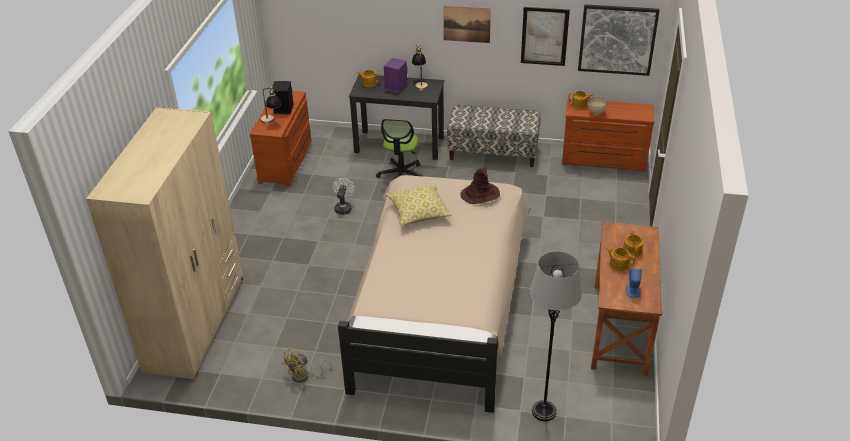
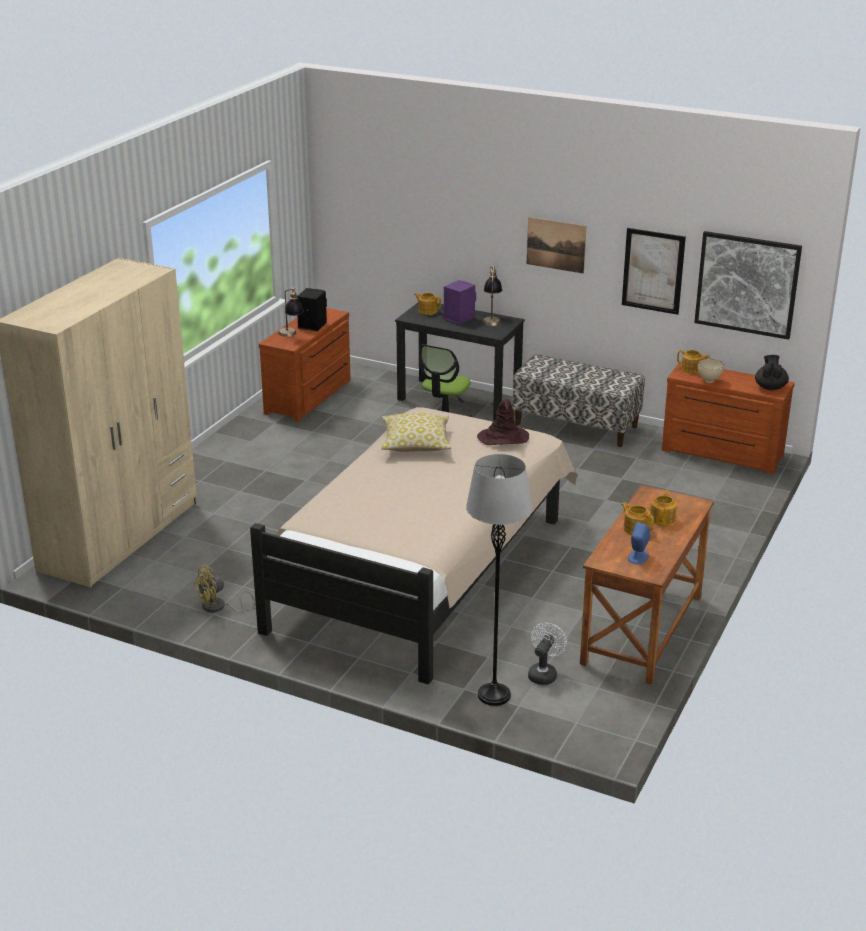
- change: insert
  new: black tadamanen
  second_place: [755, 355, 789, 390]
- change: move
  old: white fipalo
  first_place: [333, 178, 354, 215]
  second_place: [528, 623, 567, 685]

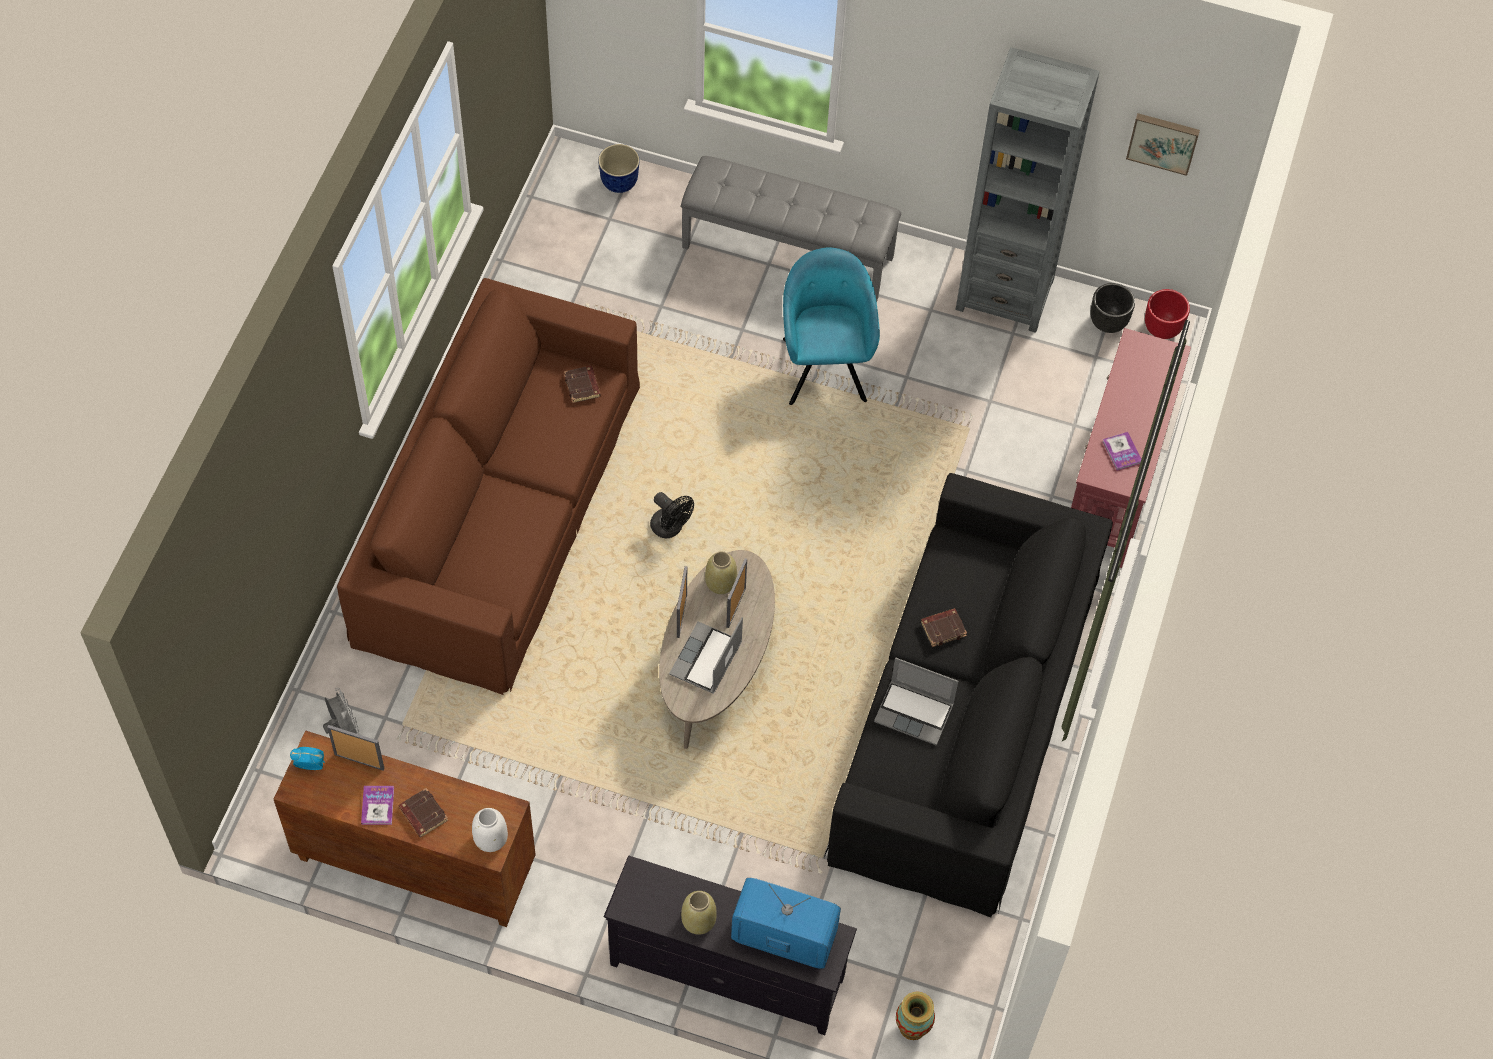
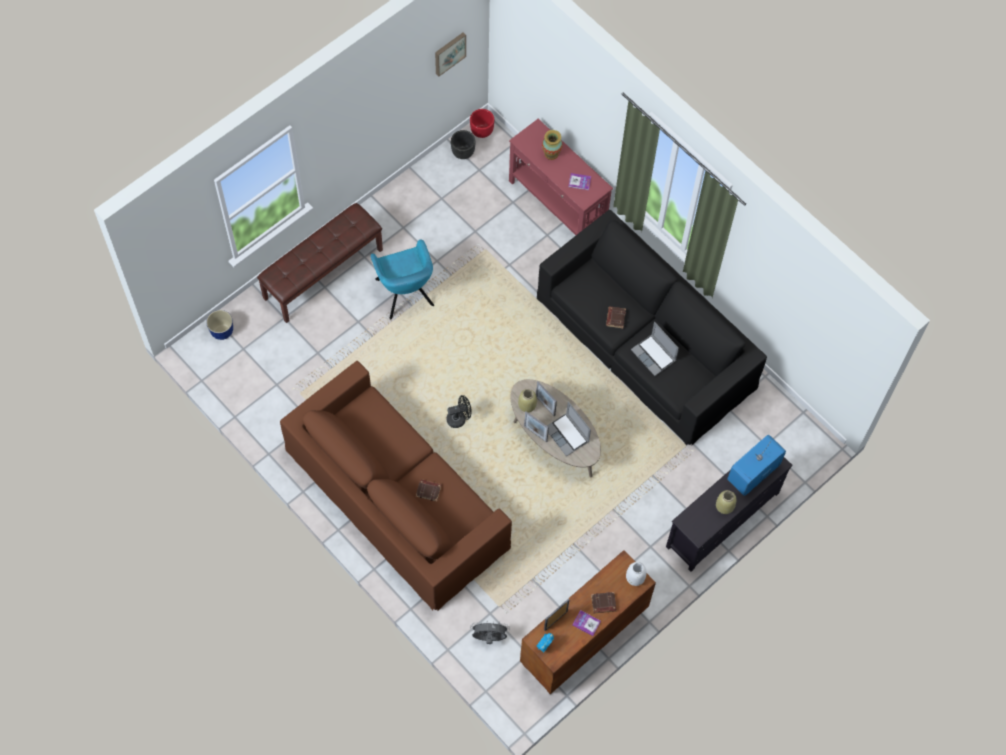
- change: delete
  old: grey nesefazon
  first_place: [956, 47, 1100, 333]
- change: move
  old: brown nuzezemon
  first_place: [564, 366, 601, 403]
  second_place: [416, 479, 442, 502]
- change: move
  old: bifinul
  first_place: [896, 992, 935, 1040]
  second_place: [542, 130, 562, 160]
- change: recolor
  old: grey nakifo
  new: brown nakifo
  first_place: [681, 156, 901, 302]
  second_place: [257, 203, 383, 323]
- change: rotate
  old: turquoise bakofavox
  first_place: [783, 248, 880, 405]
  second_place: [371, 240, 434, 320]
  degrees: -135
- change: rotate
  old: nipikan
  first_place: [874, 658, 958, 745]
  second_place: [631, 322, 679, 376]
  degrees: 90

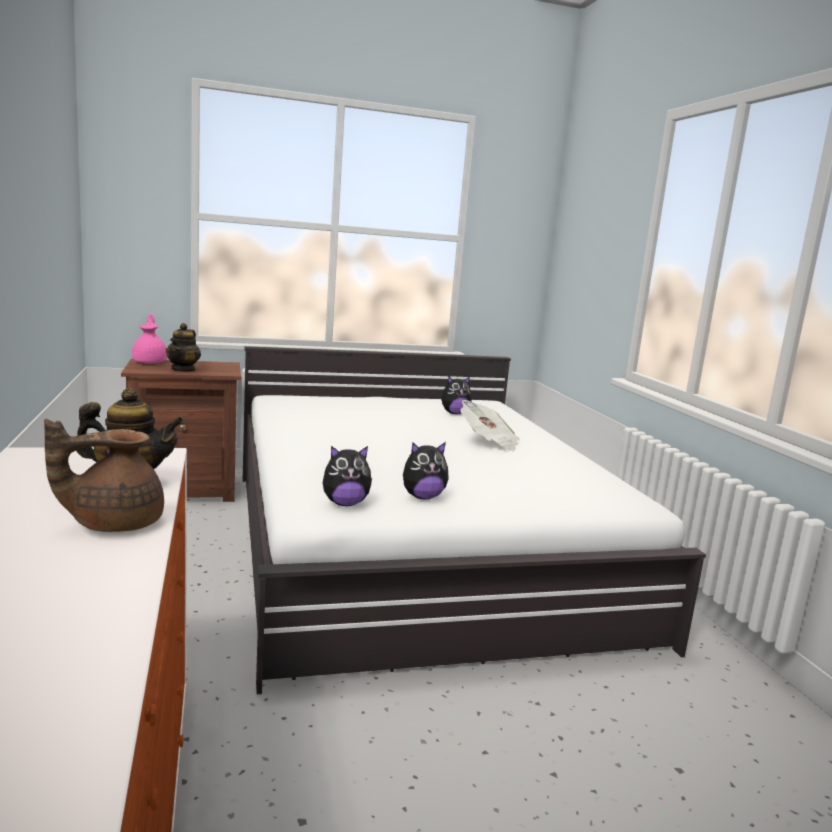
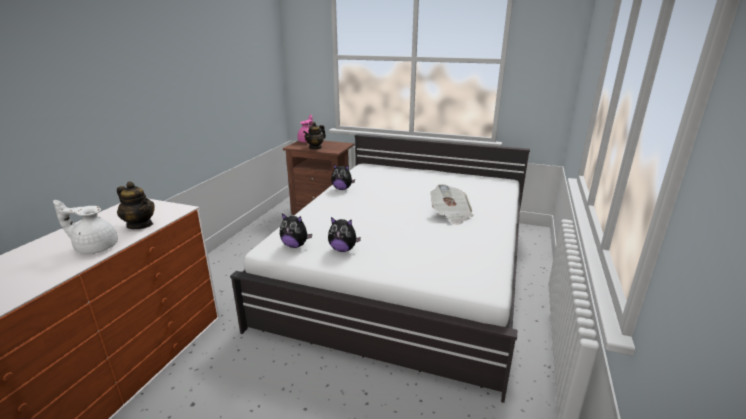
- change: move
  old: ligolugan
  first_place: [441, 376, 472, 414]
  second_place: [331, 165, 355, 190]
- change: recolor
  old: brown tadamanen
  new: white tadamanen
  first_place: [44, 419, 164, 532]
  second_place: [53, 200, 118, 254]

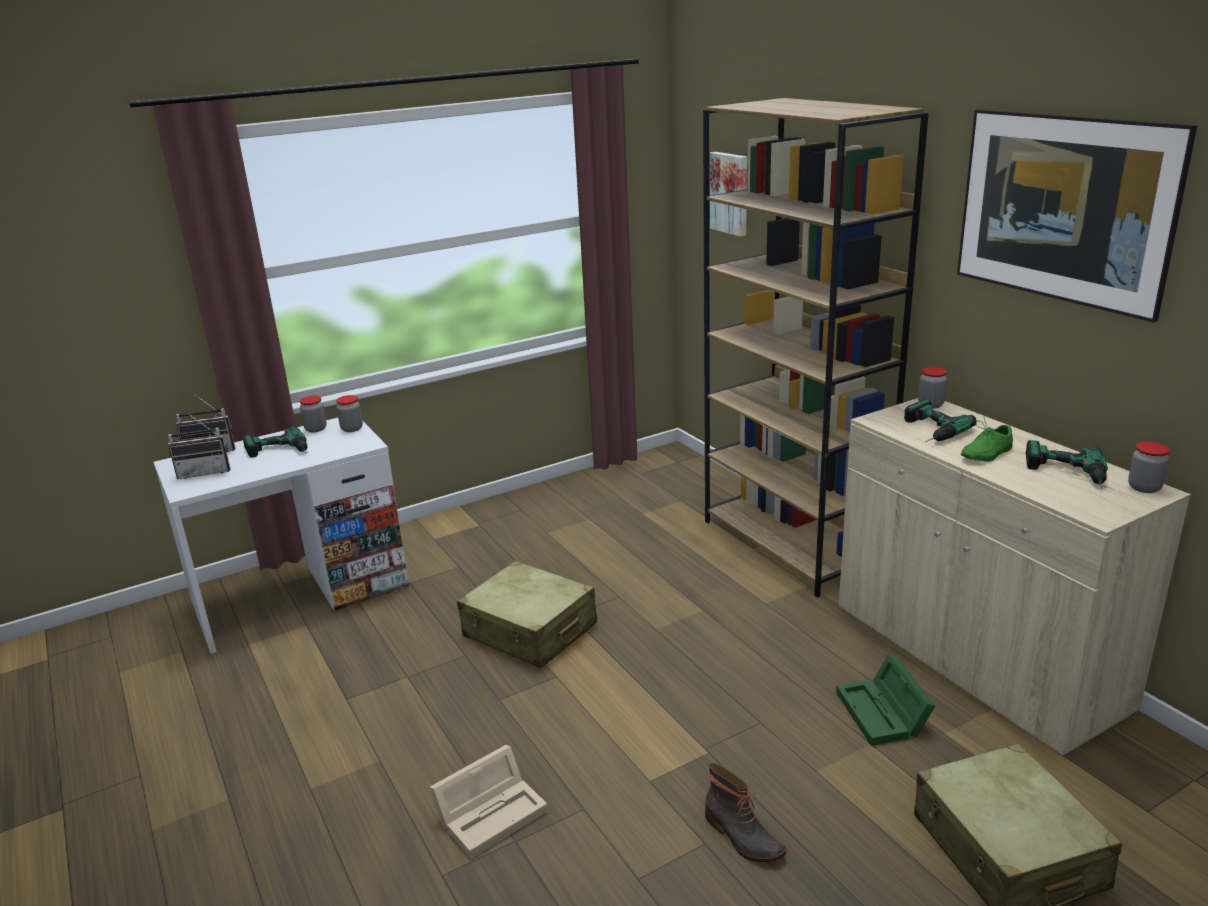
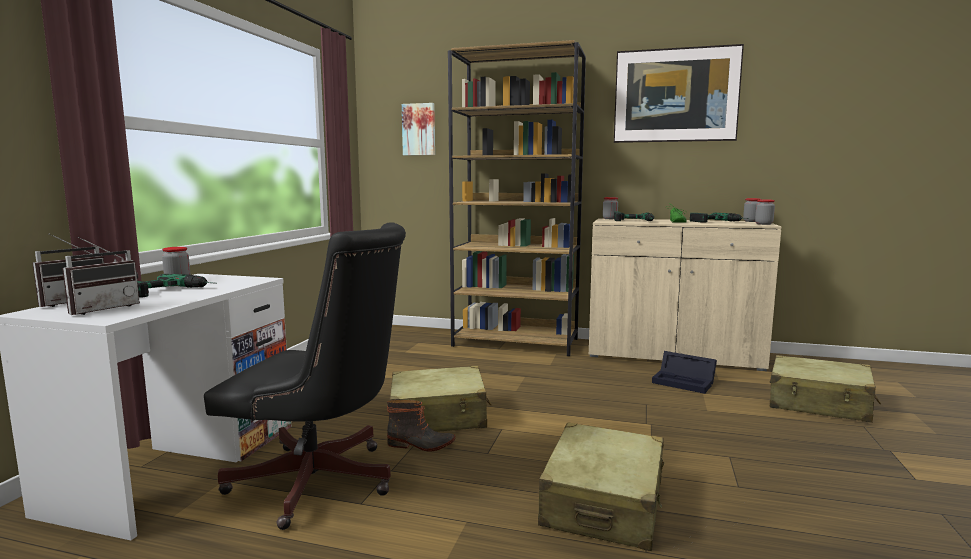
- change: insert
  new: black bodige
  second_place: [204, 222, 406, 530]
- change: move
  old: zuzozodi
  first_place: [336, 395, 363, 432]
  second_place: [755, 199, 775, 225]
- change: move
  old: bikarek
  first_place: [705, 763, 786, 862]
  second_place: [387, 400, 455, 452]
- change: replace
  old: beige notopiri
  new: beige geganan
  first_place: [430, 745, 548, 859]
  second_place: [538, 422, 665, 551]
- change: recolor
  old: green notopiri
  new: black notopiri
  first_place: [836, 654, 936, 746]
  second_place: [652, 351, 717, 394]

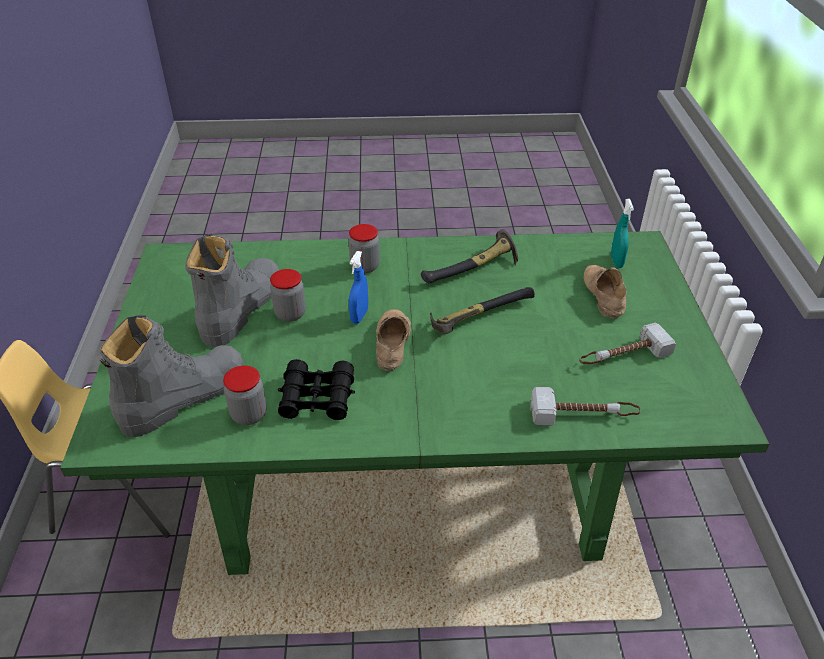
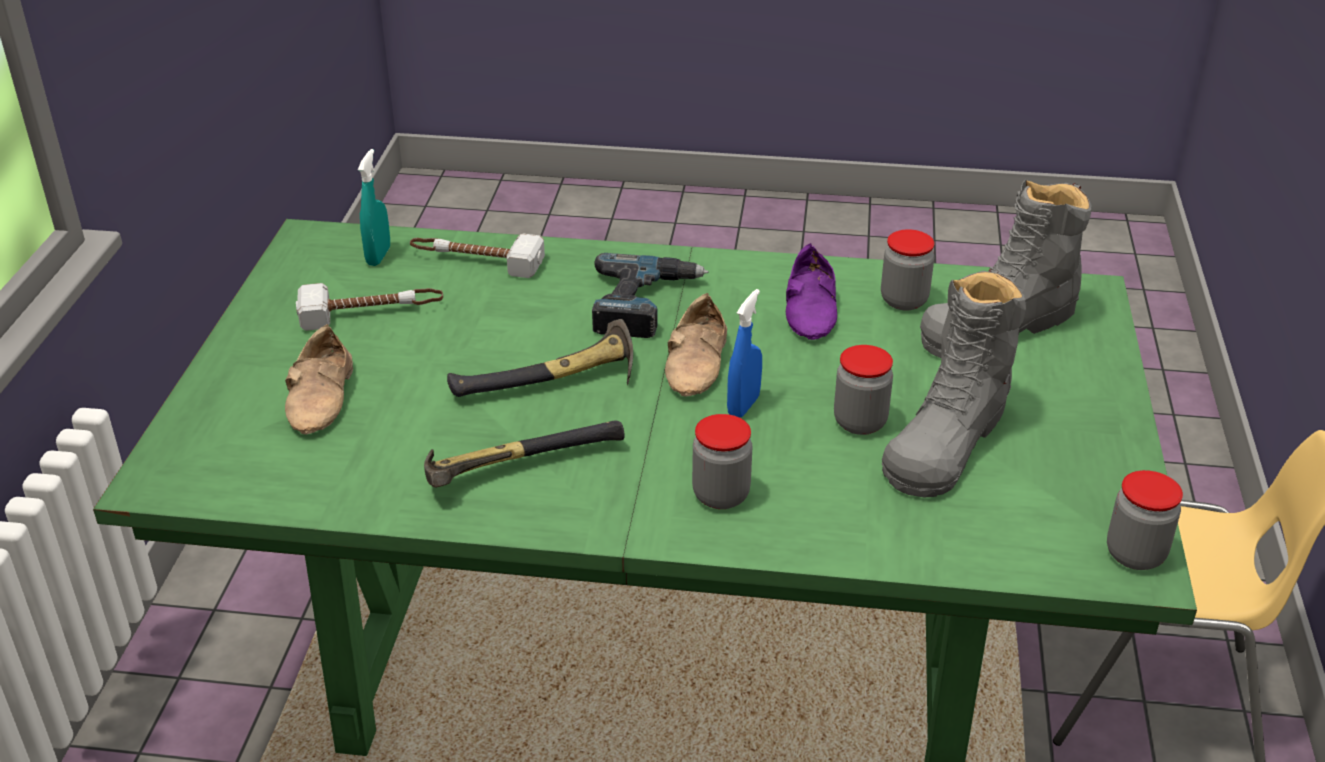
- change: insert
  new: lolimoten
  second_place: [592, 253, 708, 338]
- change: insert
  new: zuzozodi
  second_place: [1107, 470, 1183, 570]
- change: move
  old: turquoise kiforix
  first_place: [611, 199, 634, 268]
  second_place: [358, 149, 390, 266]
- change: replace
  old: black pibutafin
  new: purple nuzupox
  first_place: [278, 359, 355, 420]
  second_place: [786, 243, 837, 340]

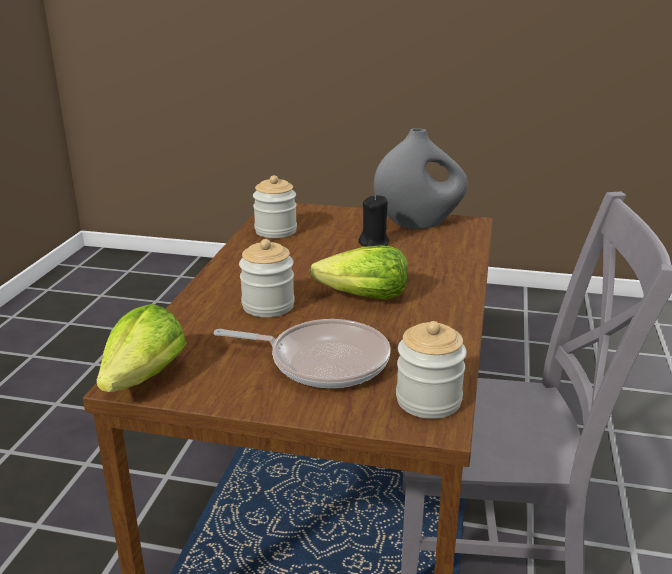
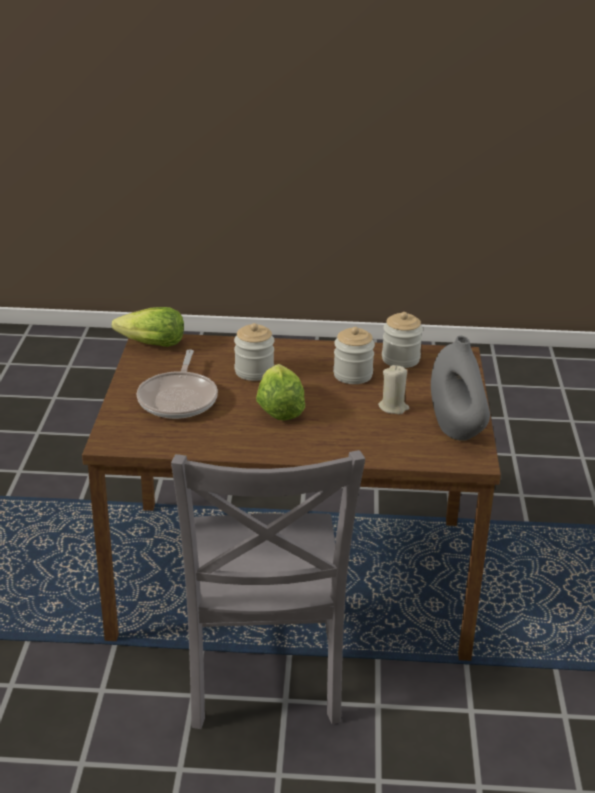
- change: move
  old: zuzozodi
  first_place: [396, 321, 467, 419]
  second_place: [333, 327, 375, 384]
- change: recolor
  old: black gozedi
  new: beige gozedi
  first_place: [358, 195, 389, 247]
  second_place: [378, 365, 409, 414]

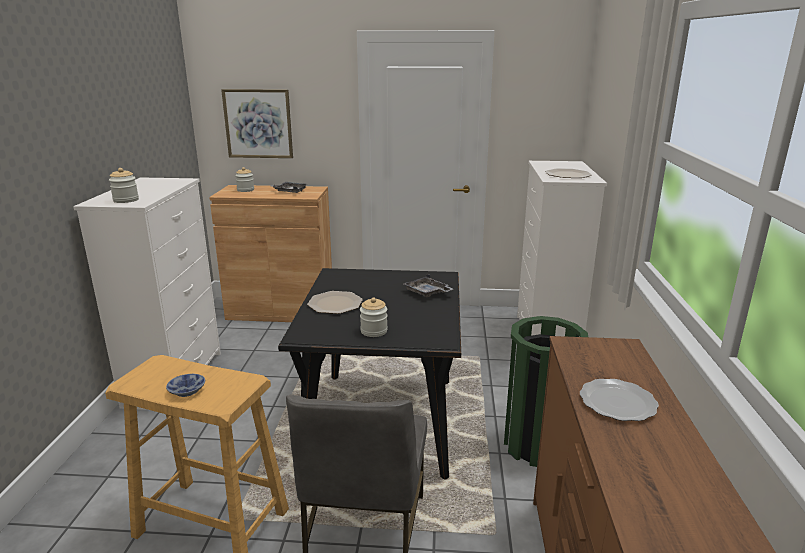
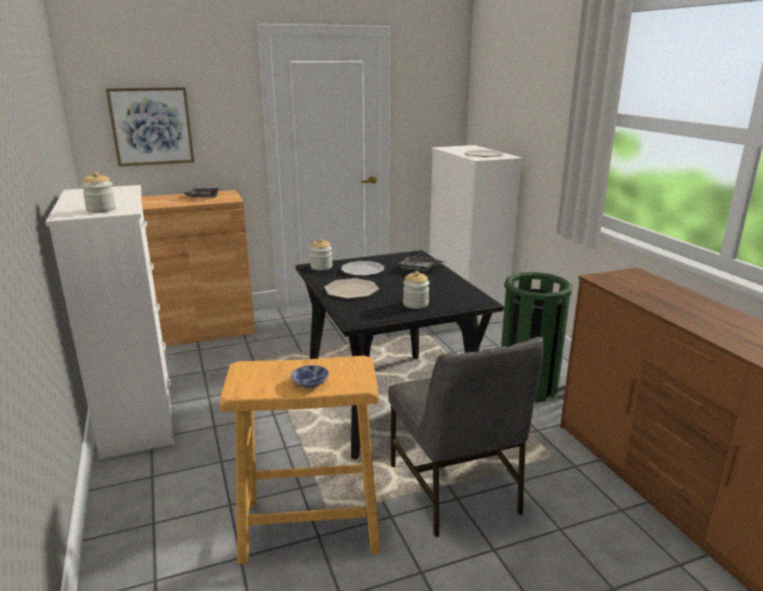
- change: move
  old: zuzozodi
  first_place: [235, 167, 254, 192]
  second_place: [310, 238, 332, 270]
- change: move
  old: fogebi
  first_place: [580, 379, 659, 421]
  second_place: [341, 261, 385, 276]

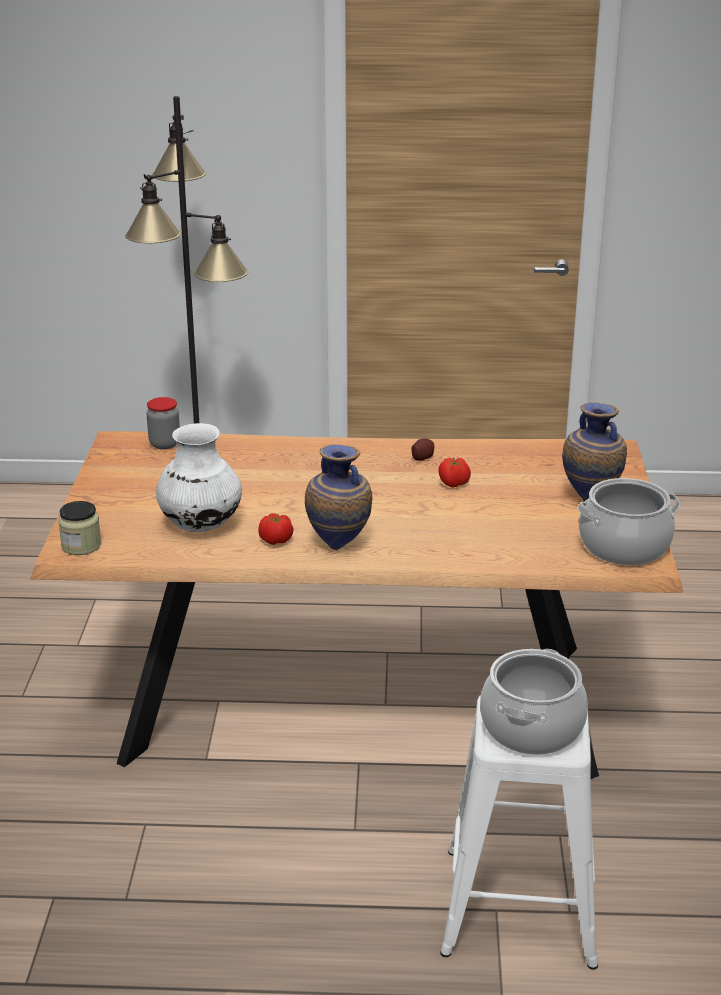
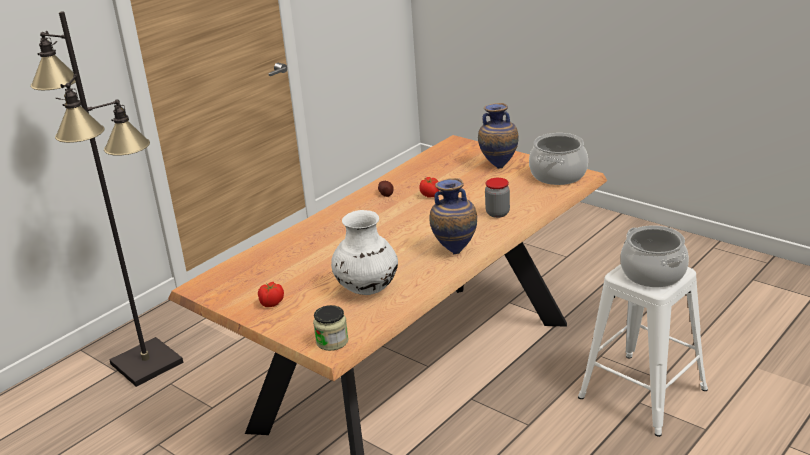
- change: move
  old: zuzozodi
  first_place: [146, 397, 180, 449]
  second_place: [485, 178, 510, 218]
- change: move
  old: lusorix
  first_place: [258, 513, 293, 545]
  second_place: [258, 282, 284, 307]

